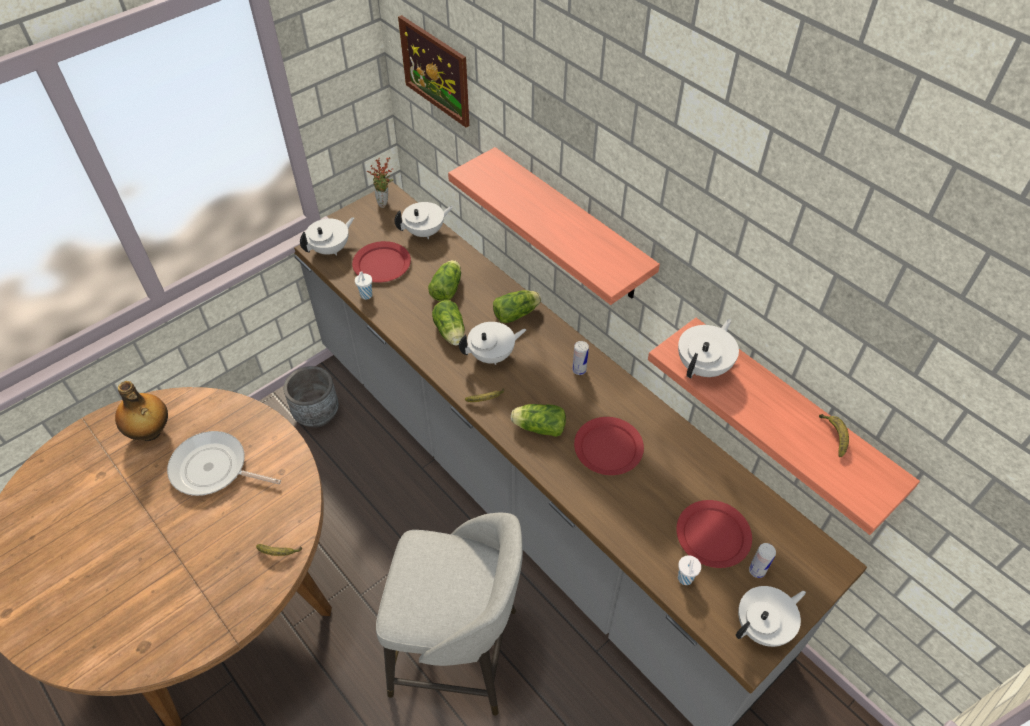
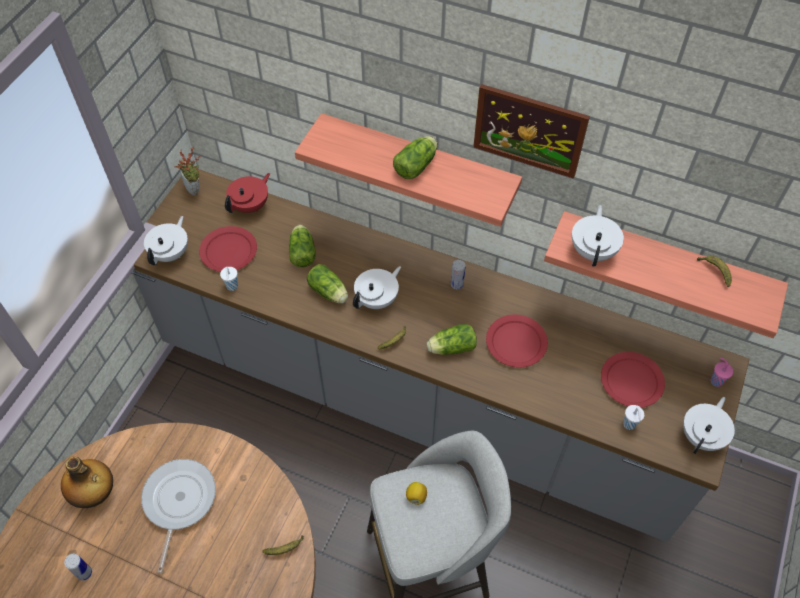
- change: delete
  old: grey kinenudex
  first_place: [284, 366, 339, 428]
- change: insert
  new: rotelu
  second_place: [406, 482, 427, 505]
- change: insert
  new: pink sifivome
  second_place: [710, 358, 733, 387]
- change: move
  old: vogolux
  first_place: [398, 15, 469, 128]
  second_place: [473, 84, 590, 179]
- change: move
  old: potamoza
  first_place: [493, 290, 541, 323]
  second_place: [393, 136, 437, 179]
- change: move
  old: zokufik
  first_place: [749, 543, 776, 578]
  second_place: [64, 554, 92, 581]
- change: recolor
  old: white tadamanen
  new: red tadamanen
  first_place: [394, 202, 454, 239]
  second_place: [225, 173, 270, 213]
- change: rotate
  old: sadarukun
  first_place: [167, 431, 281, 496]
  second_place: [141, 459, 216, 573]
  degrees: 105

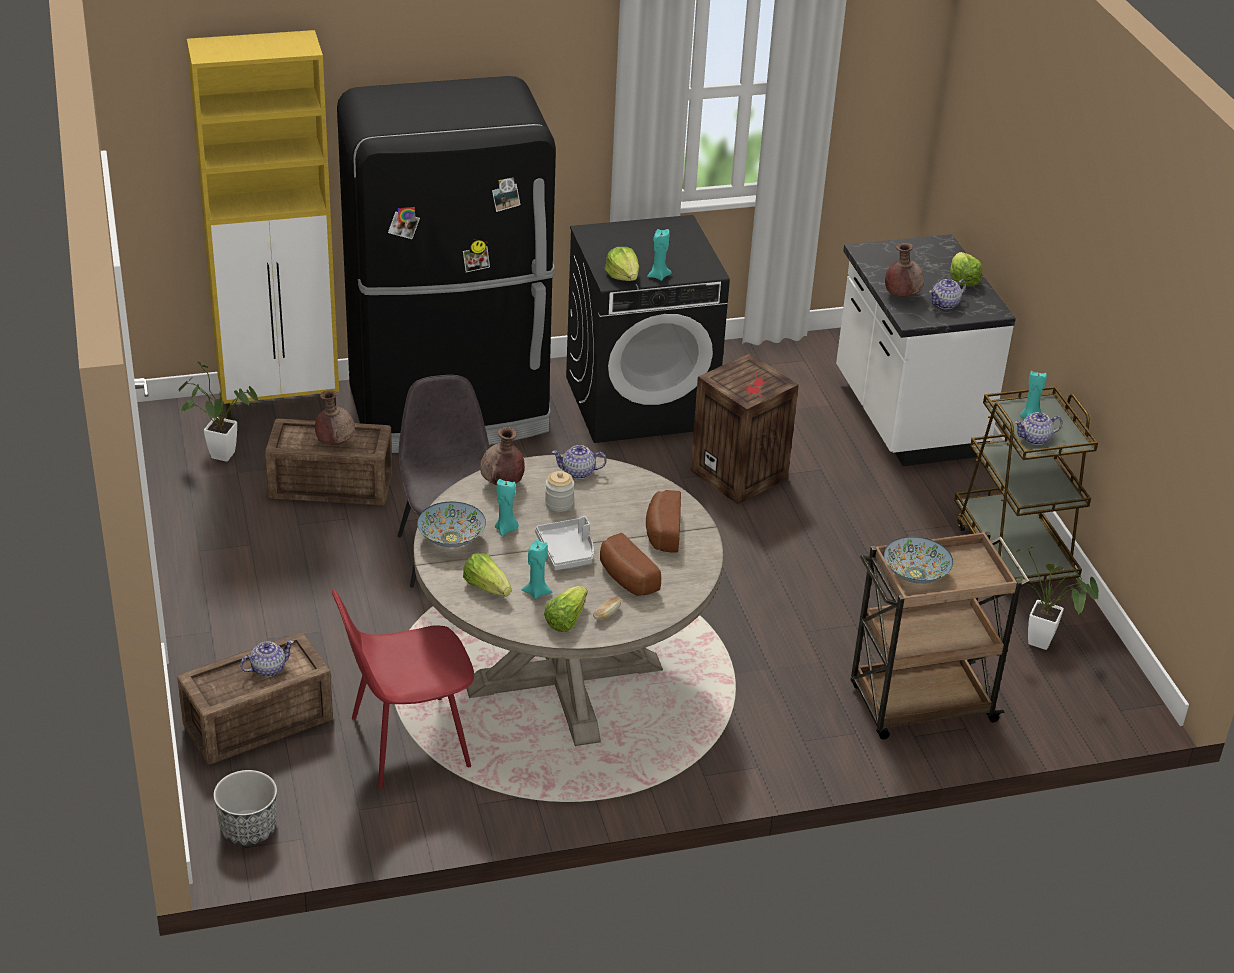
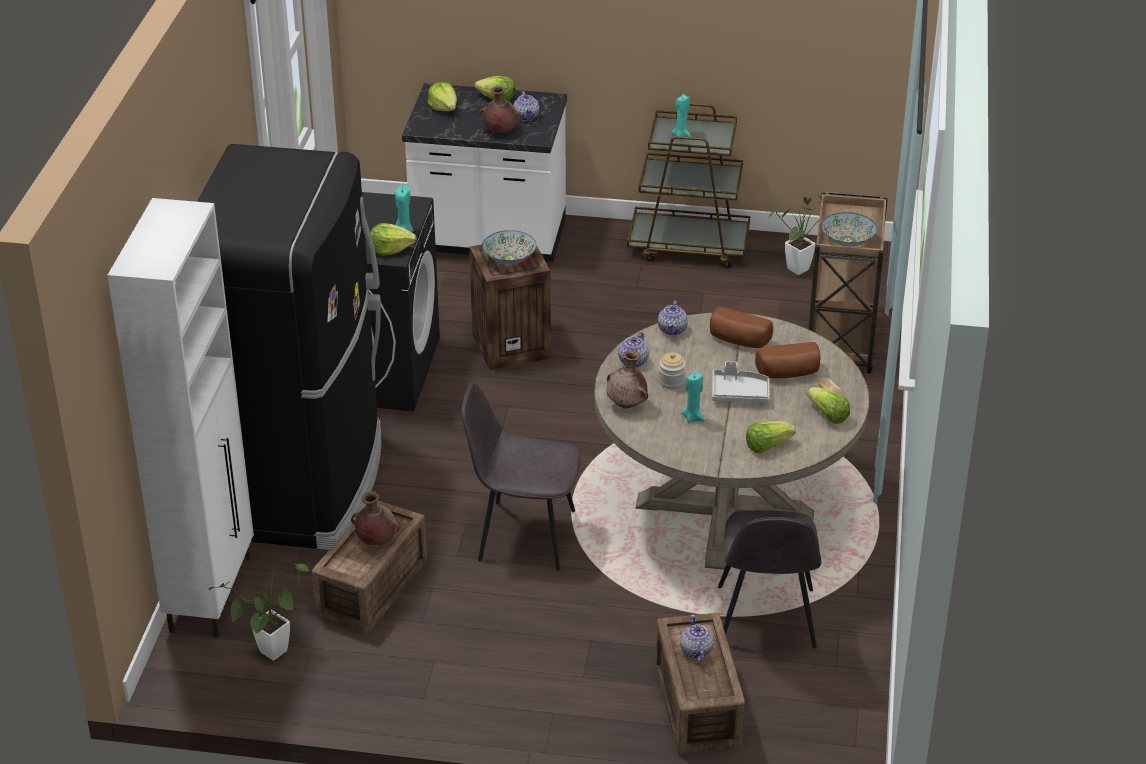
- change: delete
  old: kinenudex
  first_place: [213, 770, 277, 845]
- change: delete
  old: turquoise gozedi
  first_place: [522, 540, 552, 599]
- change: insert
  new: potamoza
  second_place: [427, 82, 457, 111]
- change: move
  old: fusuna
  first_place: [417, 502, 486, 547]
  second_place: [482, 230, 536, 264]
- change: move
  old: tadamanen
  first_place: [1014, 412, 1063, 445]
  second_place: [658, 300, 688, 335]
- change: recolor
  old: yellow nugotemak
  new: white nugotemak
  first_place: [187, 30, 339, 420]
  second_place: [107, 198, 254, 638]
- change: recolor
  old: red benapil
  new: grey benapil
  first_place: [332, 589, 474, 789]
  second_place: [718, 510, 822, 649]

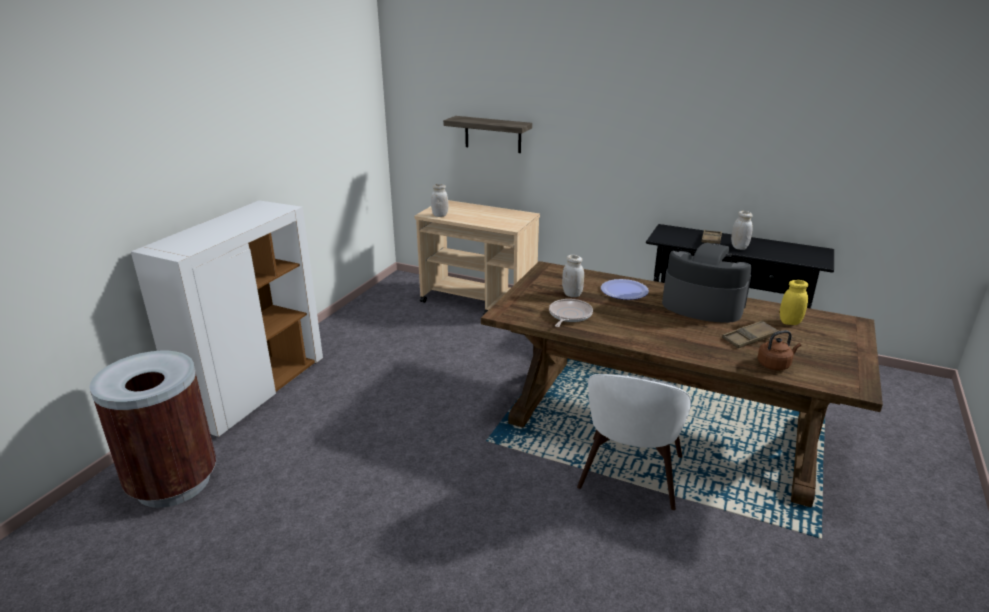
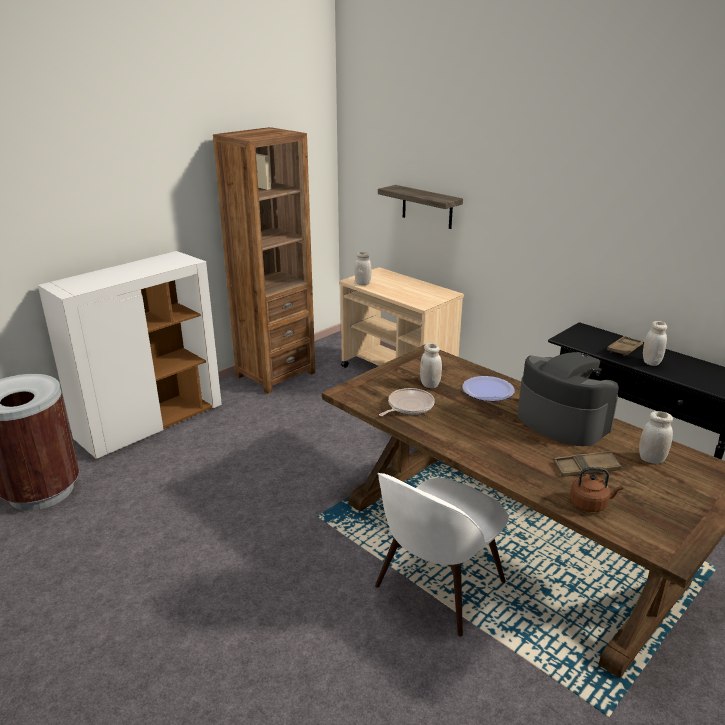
- change: insert
  new: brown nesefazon
  second_place: [213, 127, 315, 394]
- change: recolor
  old: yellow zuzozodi
  new: white zuzozodi
  first_place: [780, 280, 808, 325]
  second_place: [639, 411, 673, 464]

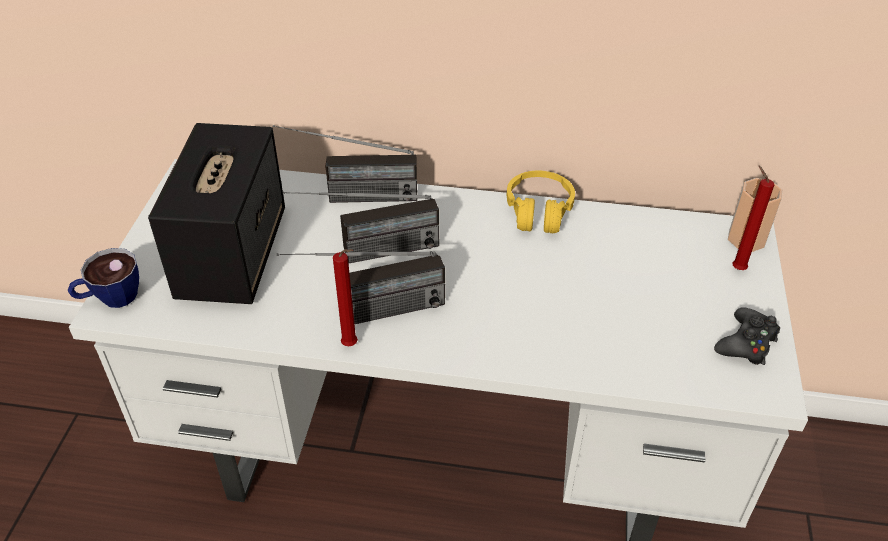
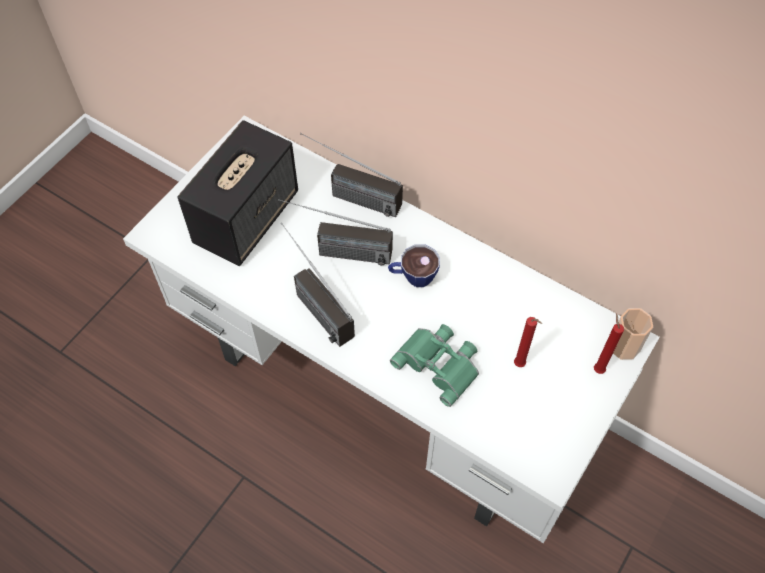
- change: delete
  old: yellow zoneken
  first_place: [507, 170, 575, 233]
- change: delete
  old: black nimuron
  first_place: [714, 308, 780, 365]
- change: insert
  new: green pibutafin
  second_place: [390, 324, 479, 407]
- change: move
  old: sifivome
  first_place: [68, 248, 139, 308]
  second_place: [388, 244, 440, 287]
- change: move
  old: red gozedi
  first_place: [333, 249, 358, 346]
  second_place: [514, 317, 542, 367]
- change: rotate
  old: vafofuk
  first_place: [277, 251, 445, 324]
  second_place: [281, 223, 355, 347]
  degrees: 45

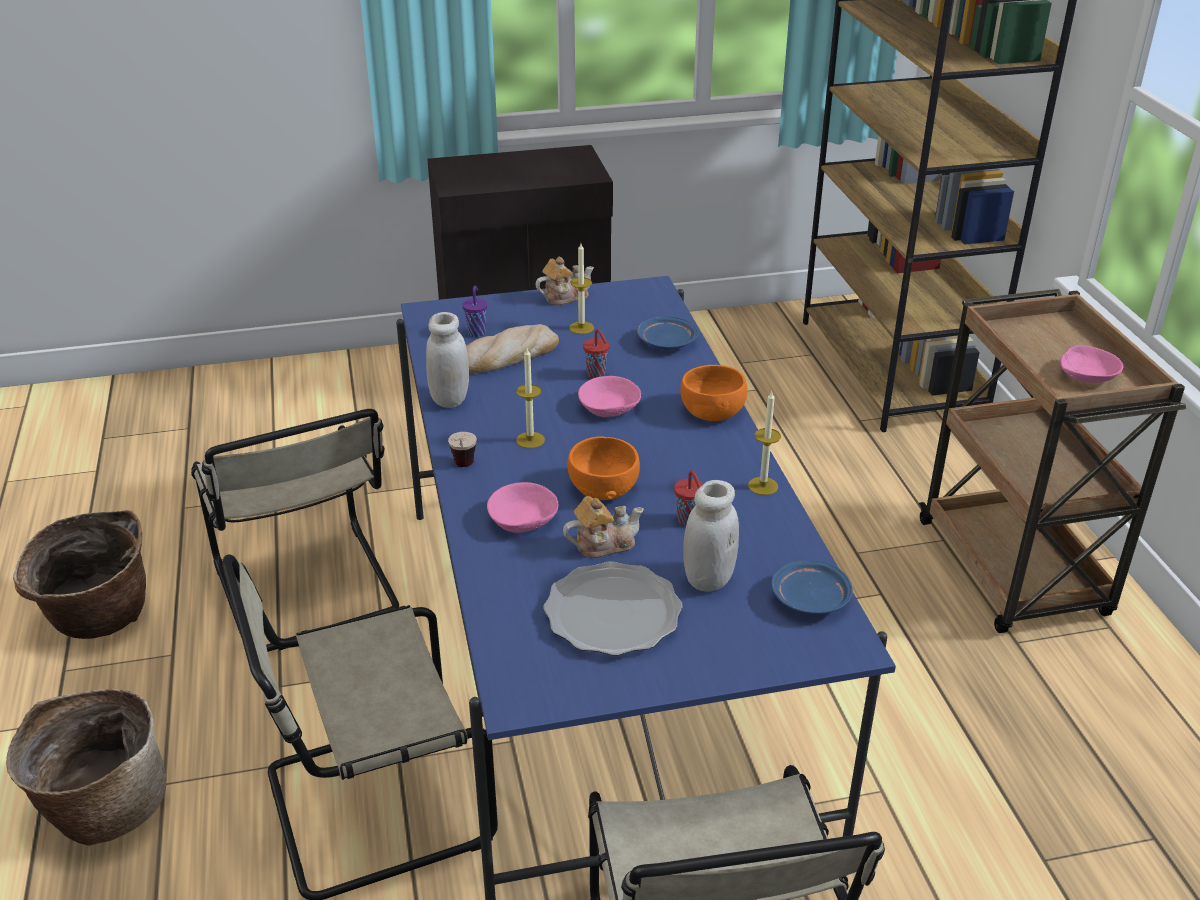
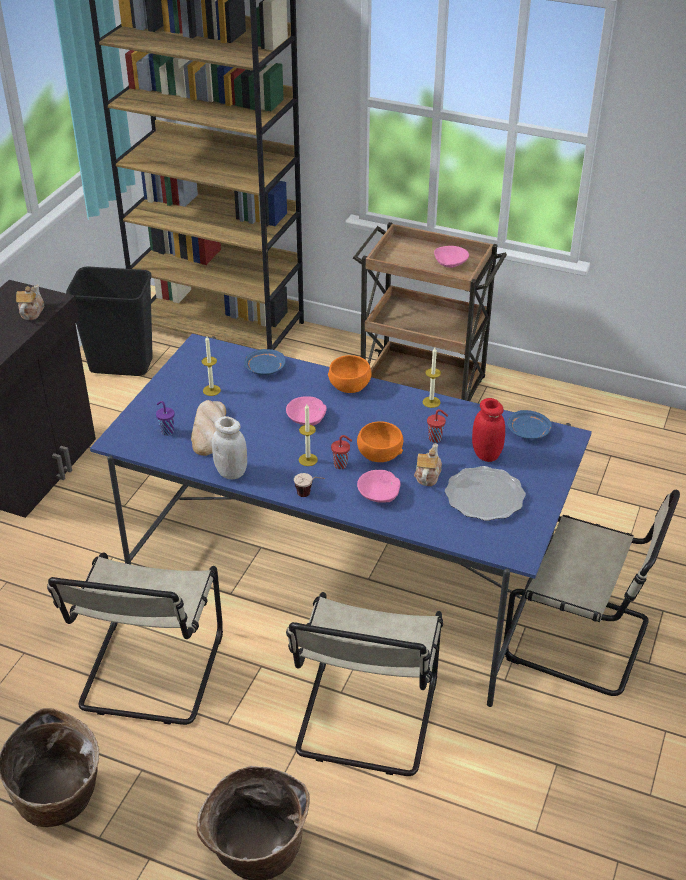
- change: insert
  new: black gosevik
  second_place: [66, 267, 153, 376]
- change: move
  old: tadamanen
  first_place: [536, 256, 594, 305]
  second_place: [16, 284, 45, 320]
- change: move
  old: red sifivome
  first_place: [583, 329, 609, 378]
  second_place: [331, 435, 352, 469]
- change: recolor
  old: white zuzozodi
  new: red zuzozodi
  first_place: [683, 480, 739, 592]
  second_place: [472, 398, 505, 462]
- change: rotate
  old: beige benapil
  first_place: [191, 409, 399, 652]
  second_place: [47, 552, 223, 725]
  degrees: 90

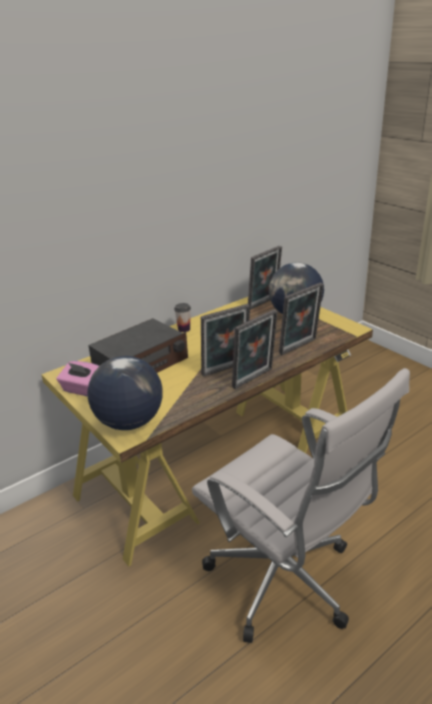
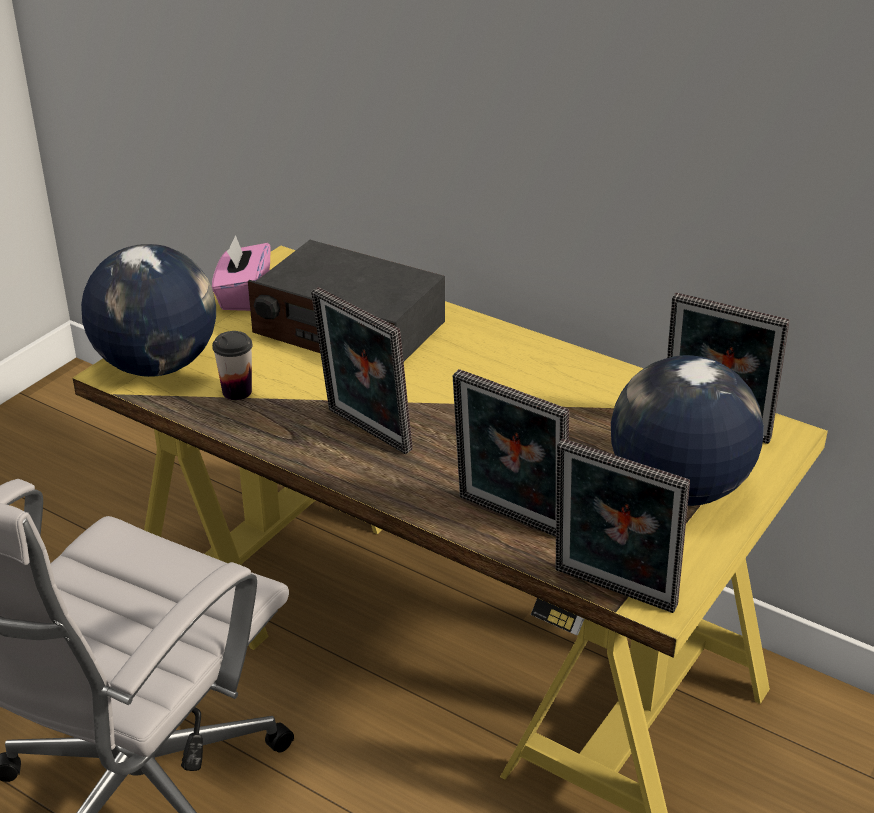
- change: move
  old: sifivome
  first_place: [174, 303, 191, 332]
  second_place: [212, 331, 253, 400]
- change: move
  old: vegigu
  first_place: [232, 309, 278, 389]
  second_place: [555, 439, 690, 613]

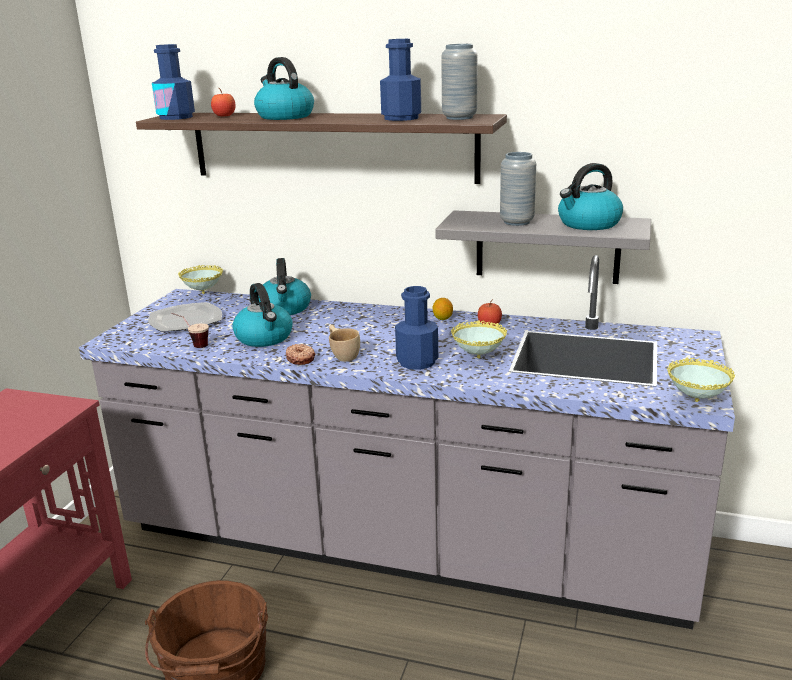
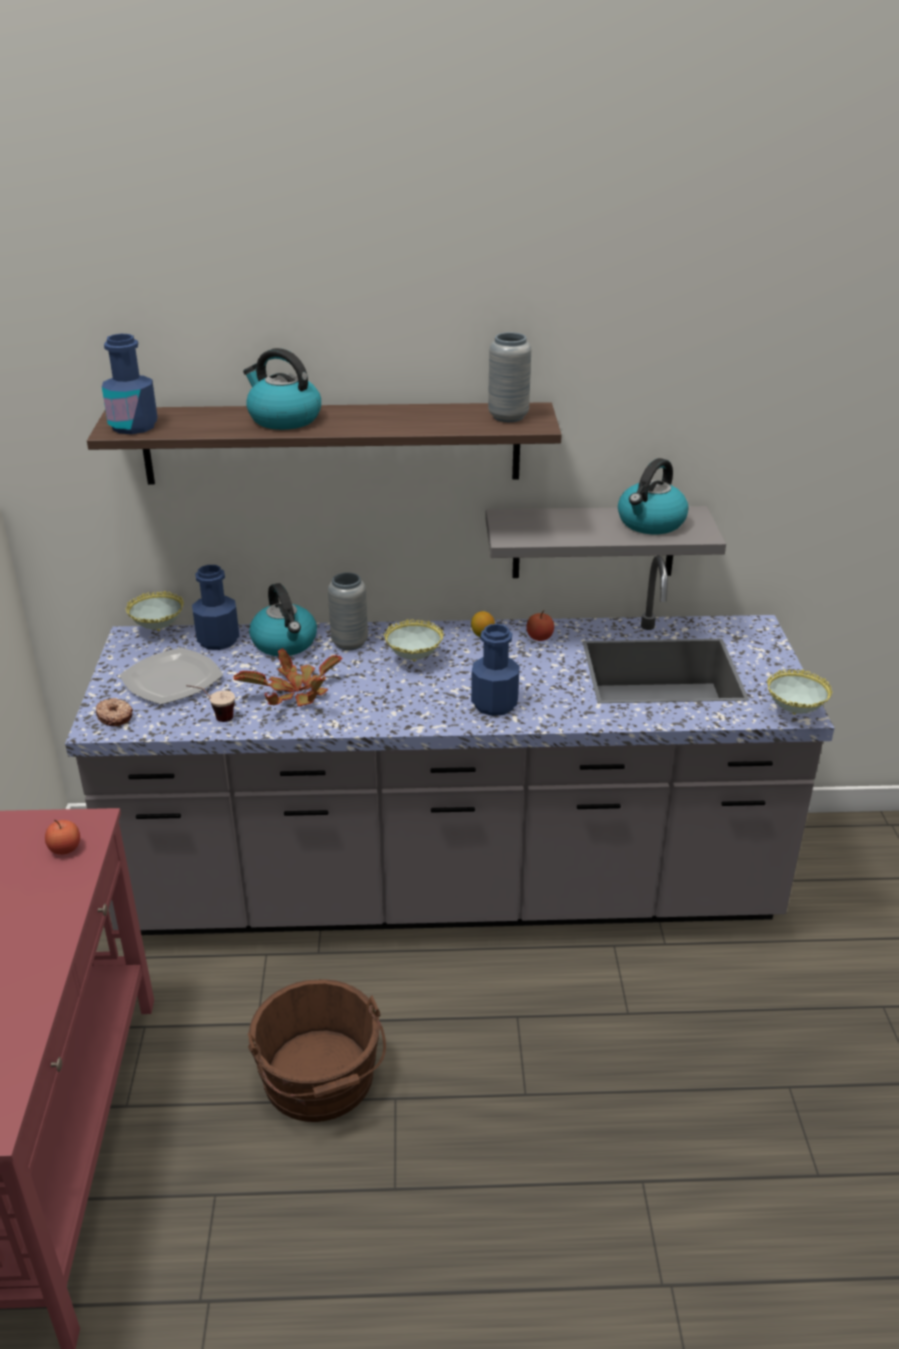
- change: delete
  old: beige sifivome
  first_place: [329, 325, 360, 362]
- change: move
  old: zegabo
  first_place: [211, 88, 236, 117]
  second_place: [45, 820, 80, 855]
- change: move
  old: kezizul
  first_place: [286, 344, 315, 365]
  second_place: [96, 698, 133, 726]
- change: move
  old: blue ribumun
  first_place: [380, 39, 421, 121]
  second_place: [192, 565, 239, 650]
- change: move
  old: fusuna
  first_place: [451, 320, 507, 358]
  second_place: [384, 619, 444, 662]
- change: move
  old: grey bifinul
  first_place: [500, 152, 536, 226]
  second_place: [328, 572, 368, 650]
- change: replace
  old: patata
  new: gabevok
  first_place: [232, 283, 293, 347]
  second_place: [234, 648, 343, 706]

